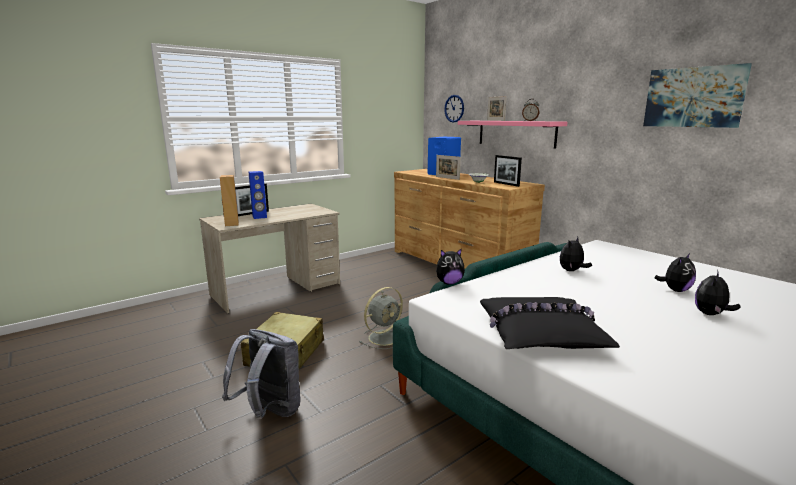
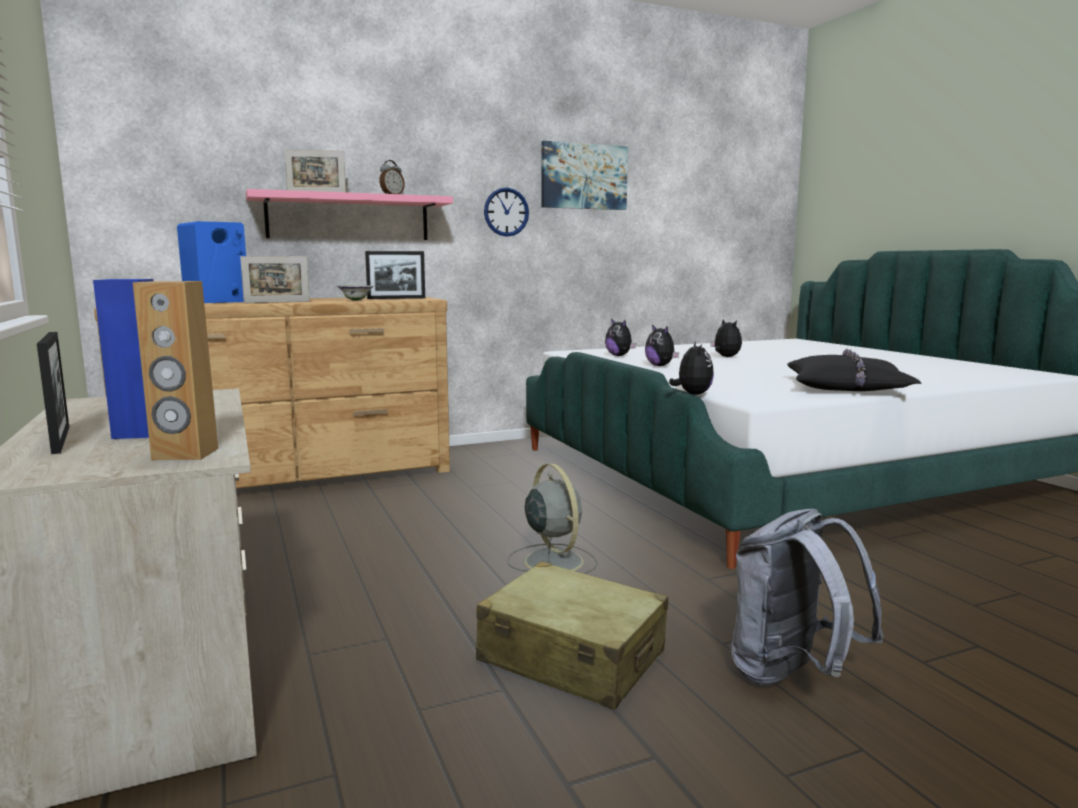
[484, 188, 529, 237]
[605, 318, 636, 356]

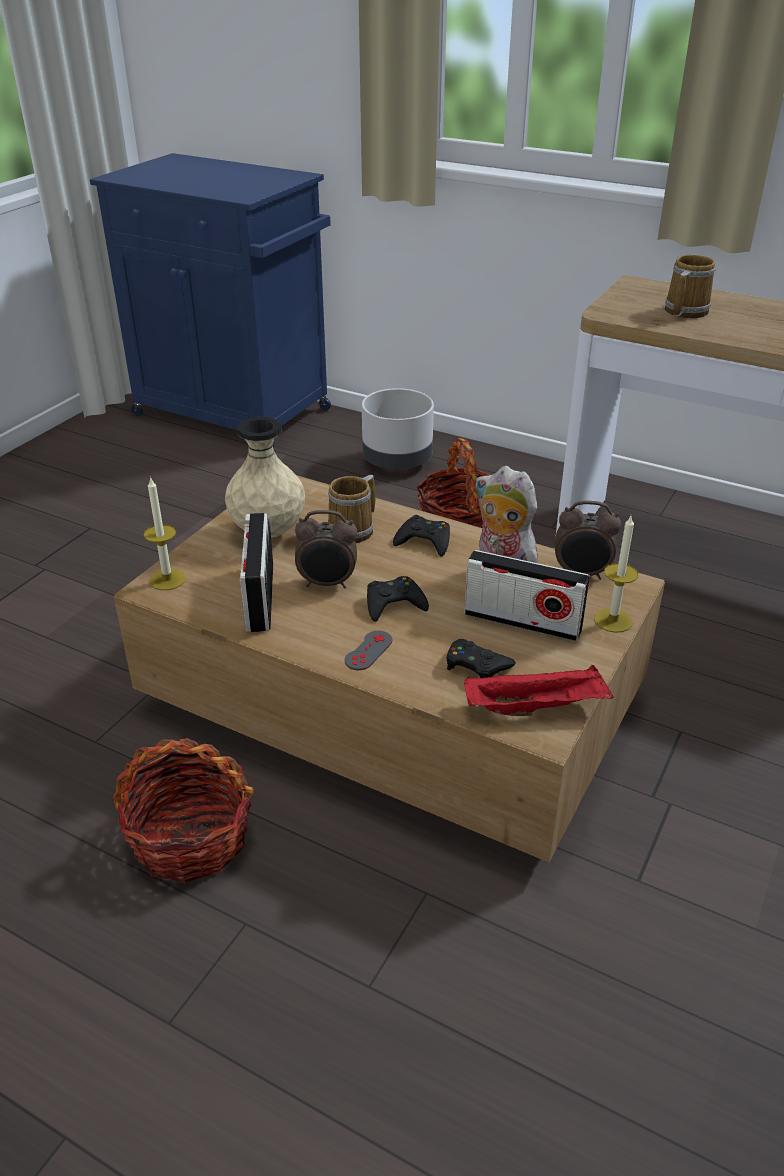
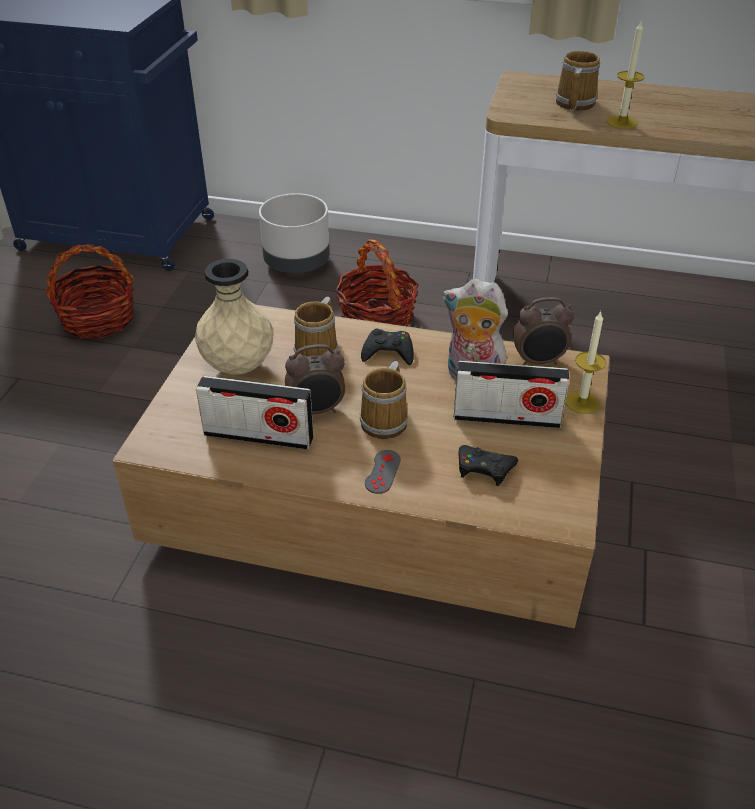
[607, 21, 644, 129]
[196, 376, 313, 450]
[359, 361, 408, 439]
[464, 665, 614, 716] (first image)
[45, 244, 134, 339]

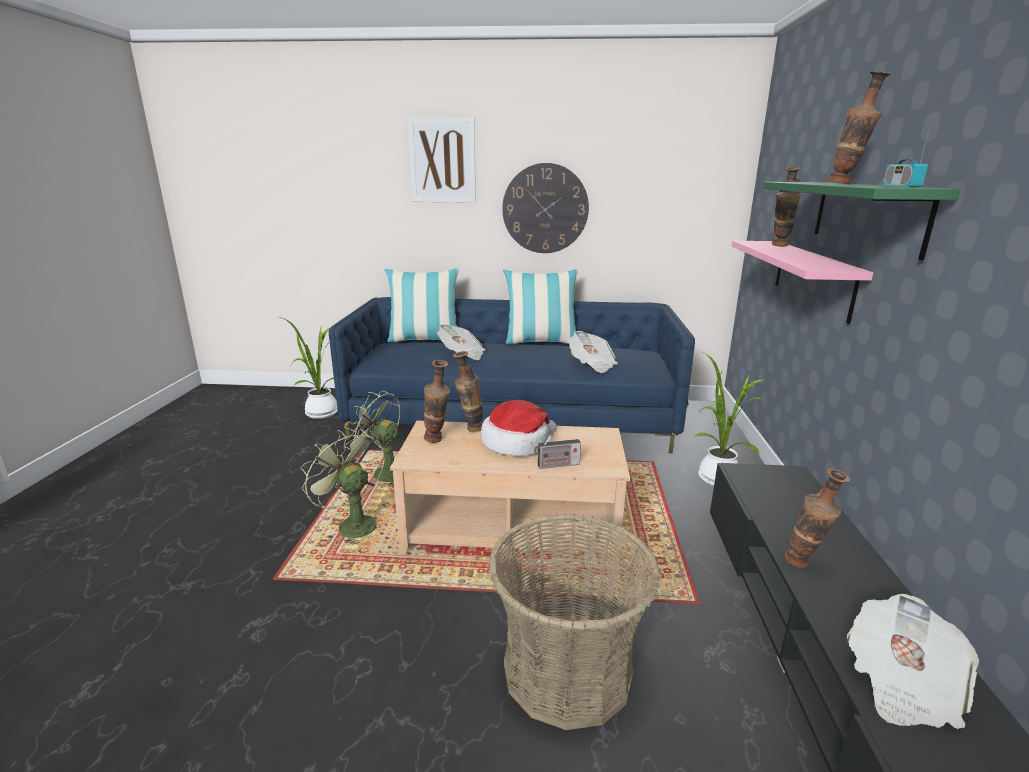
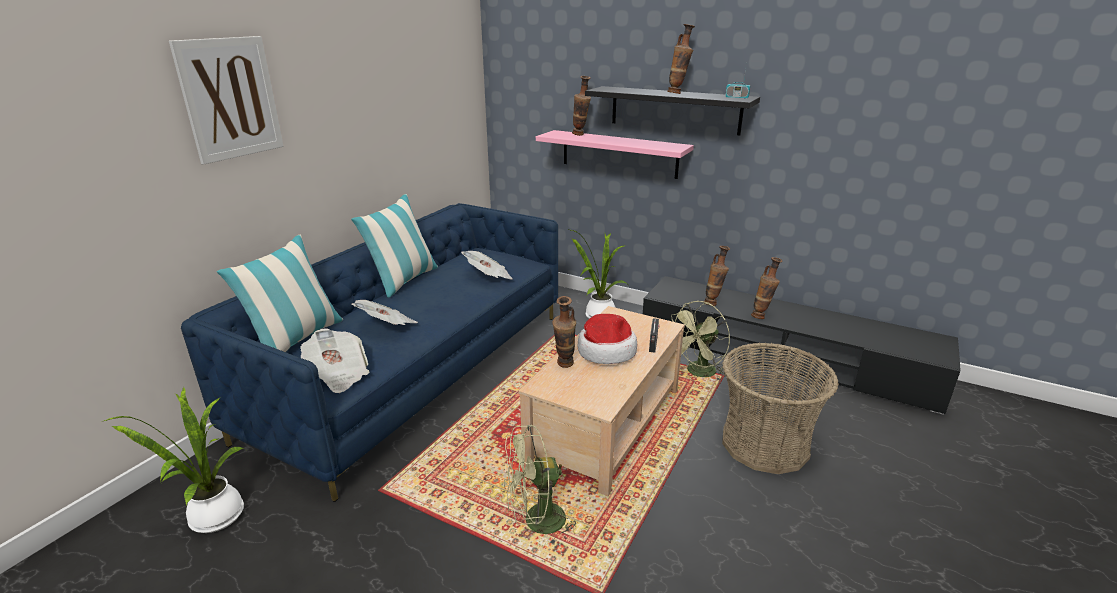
[502, 163, 589, 253] (first image)
[585, 86, 760, 135]
[704, 246, 730, 306]
[671, 301, 730, 380]
[300, 328, 369, 393]

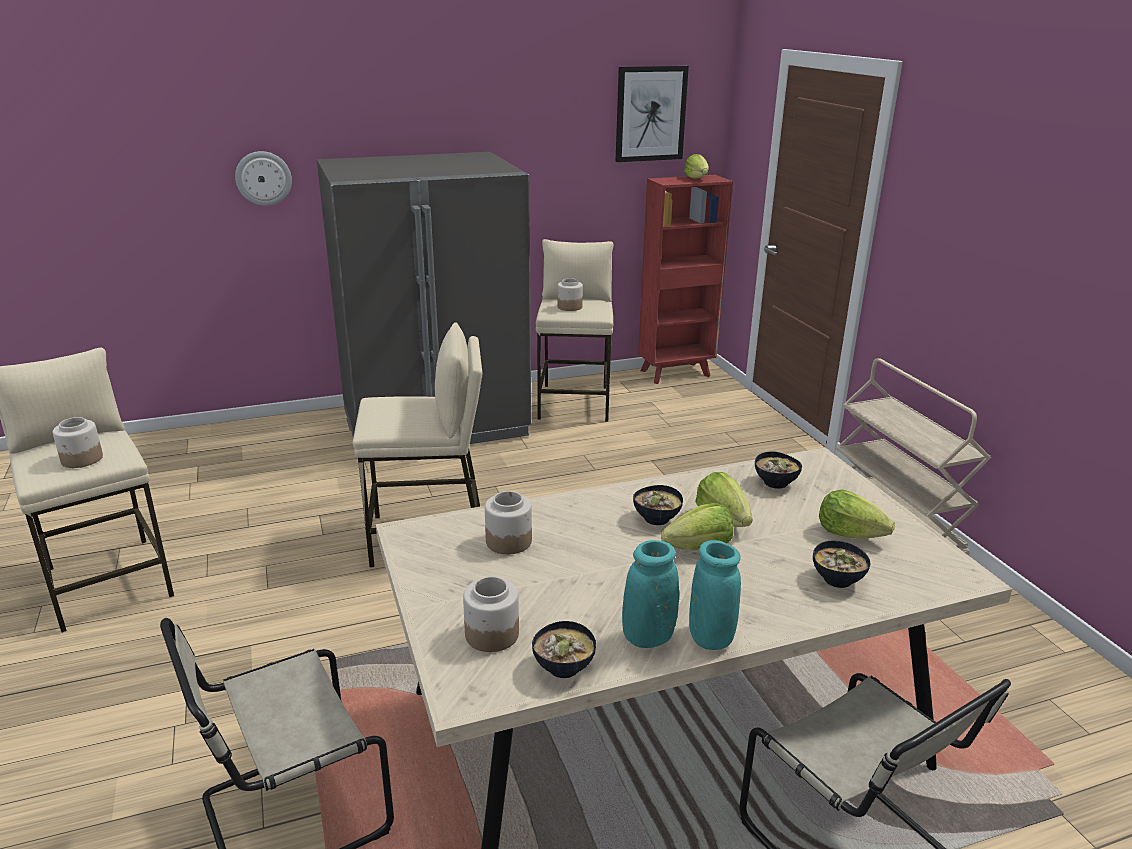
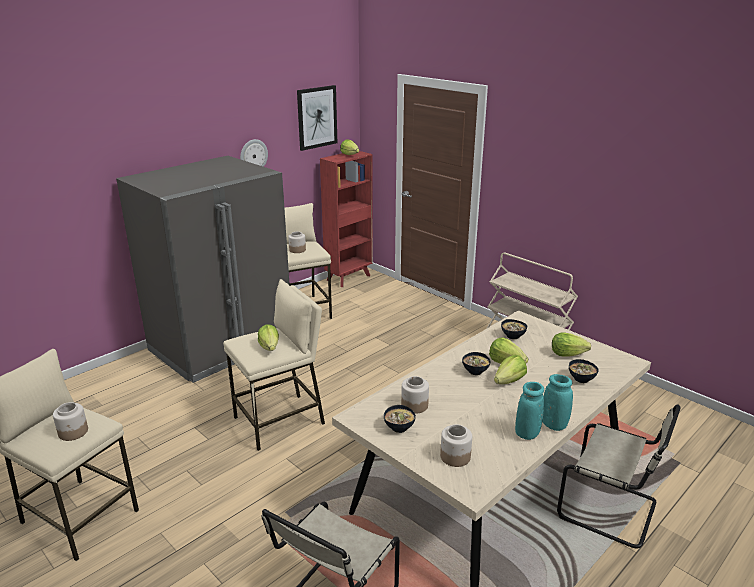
[240, 139, 268, 167]
[384, 405, 416, 433]
[258, 325, 279, 351]

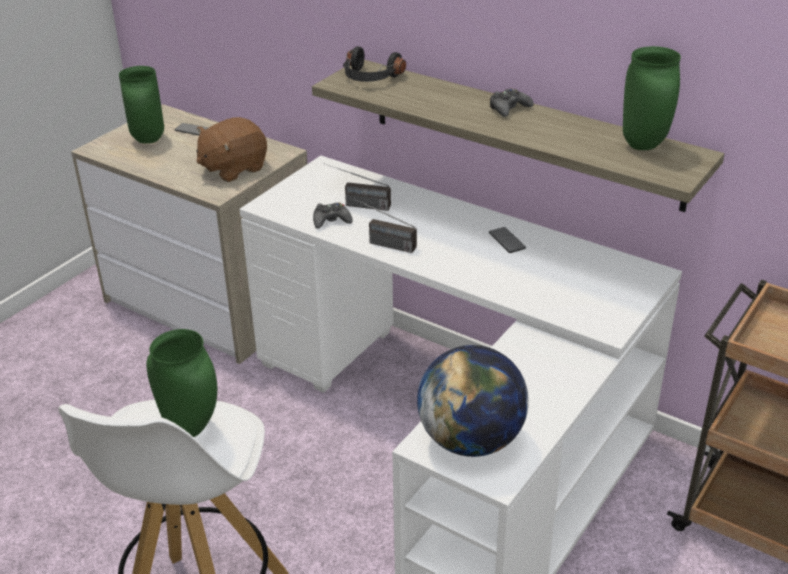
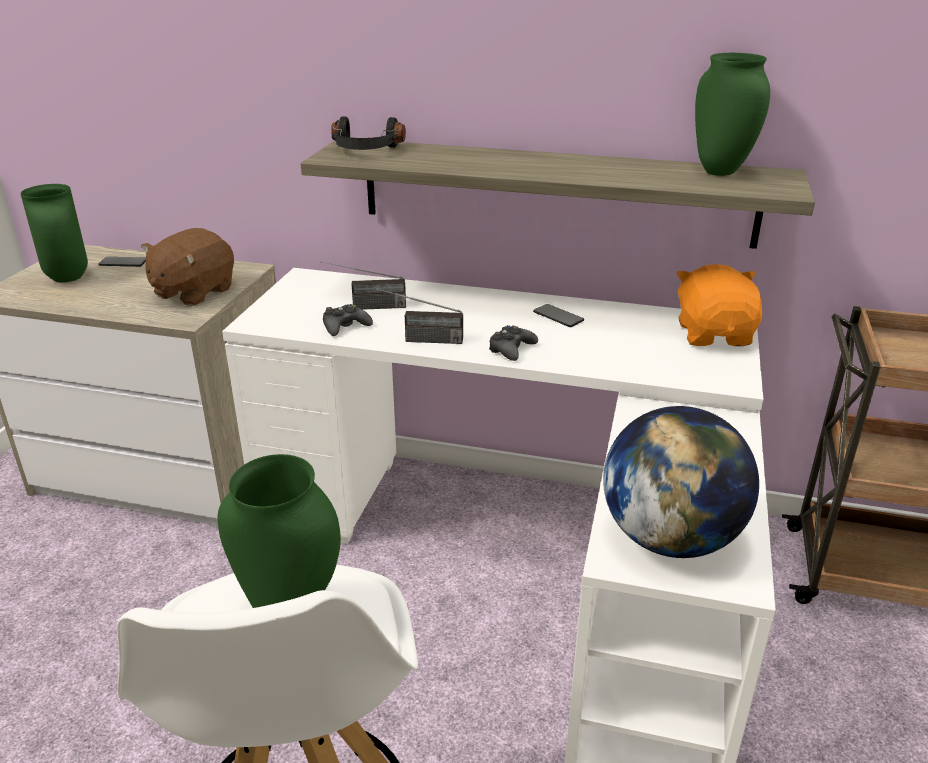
[489, 325, 538, 361]
[676, 264, 762, 346]

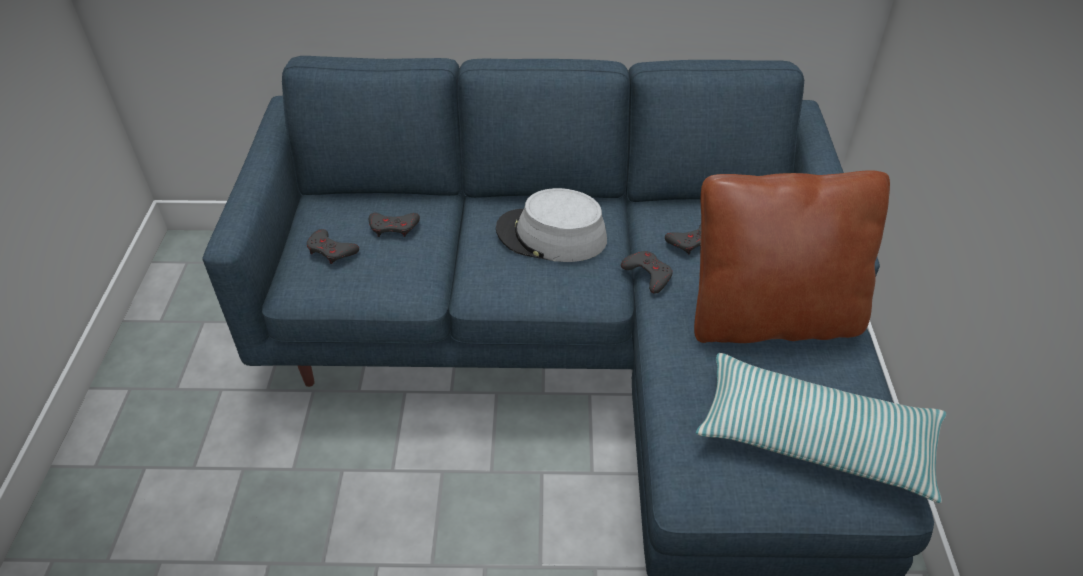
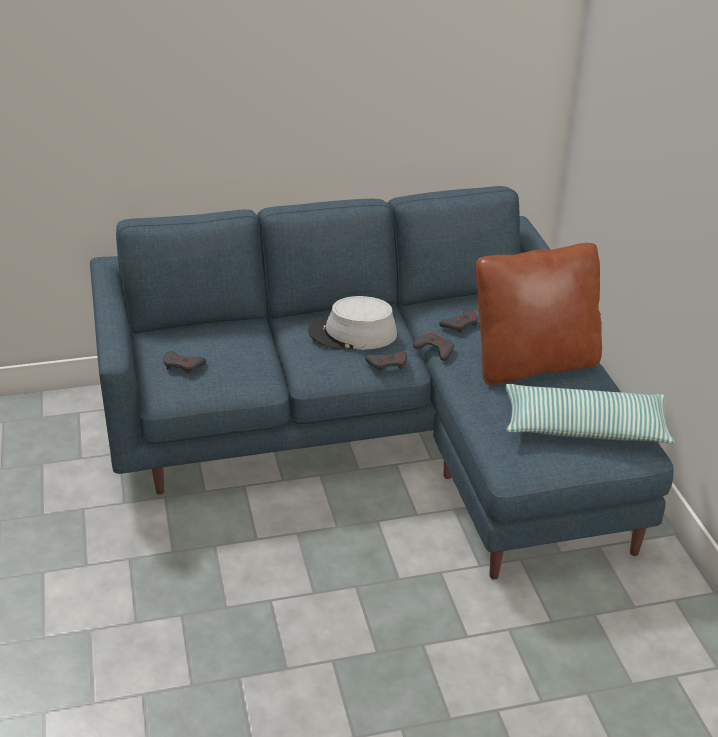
[365, 351, 407, 372]

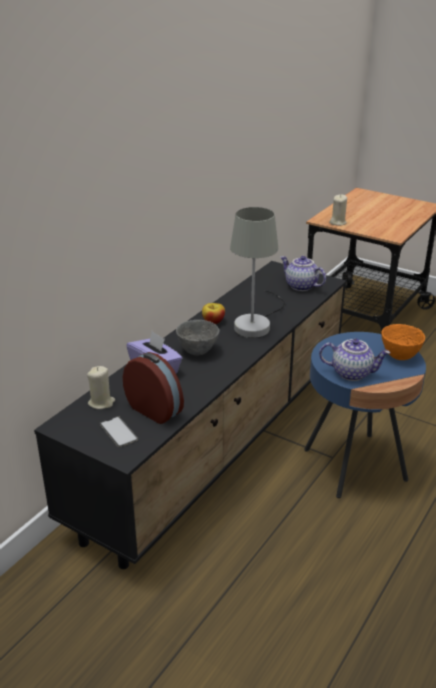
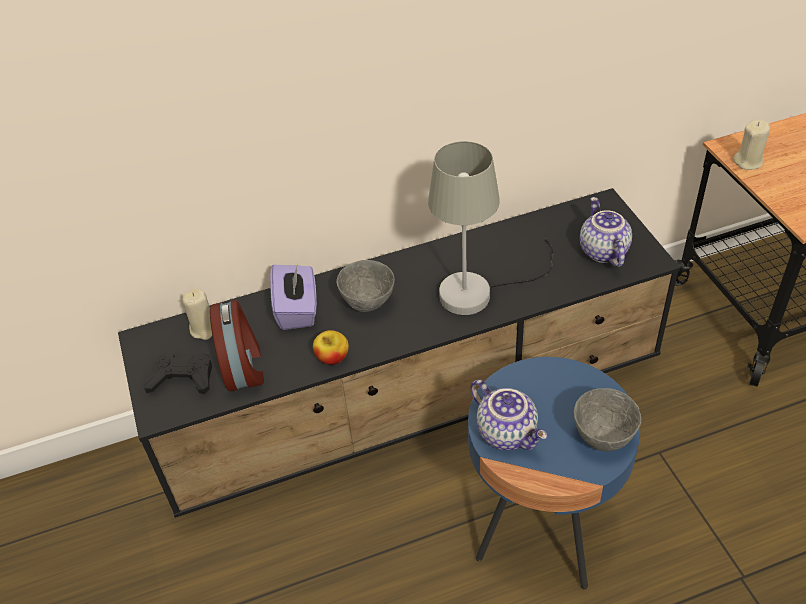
[313, 330, 349, 365]
[574, 388, 641, 451]
[143, 352, 212, 394]

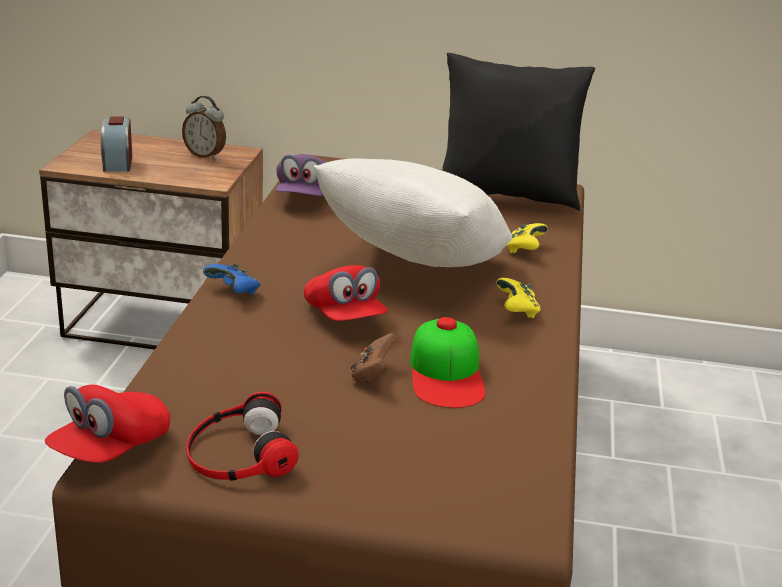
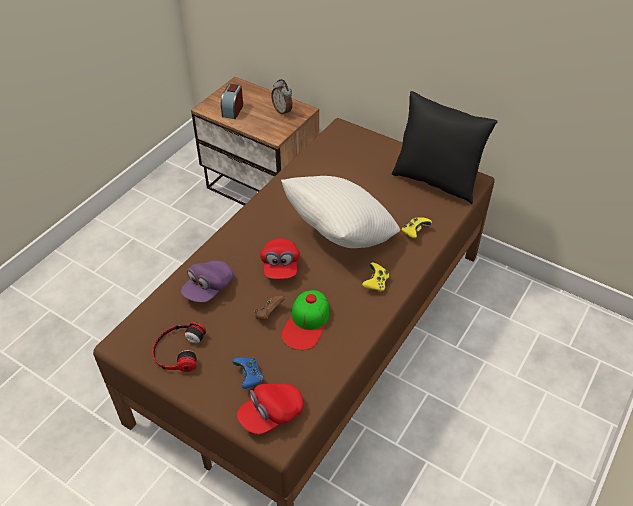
[181, 260, 233, 302]
[232, 357, 264, 389]
[237, 383, 304, 434]

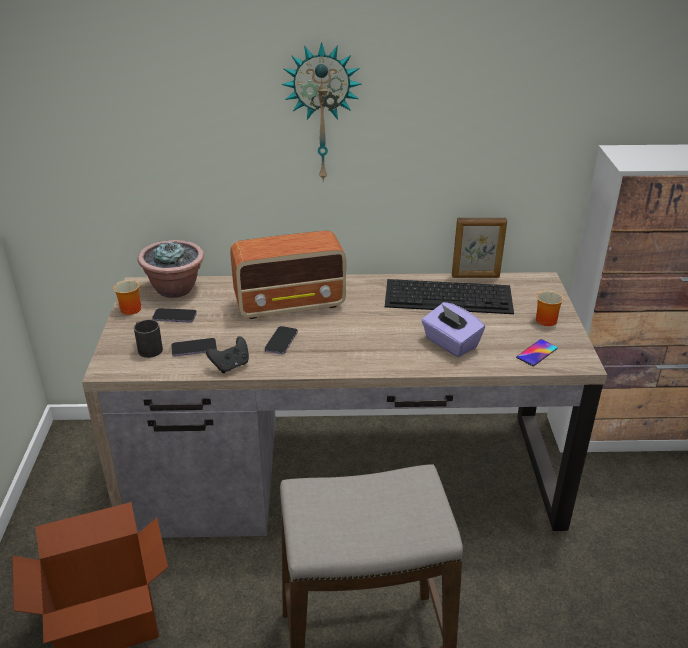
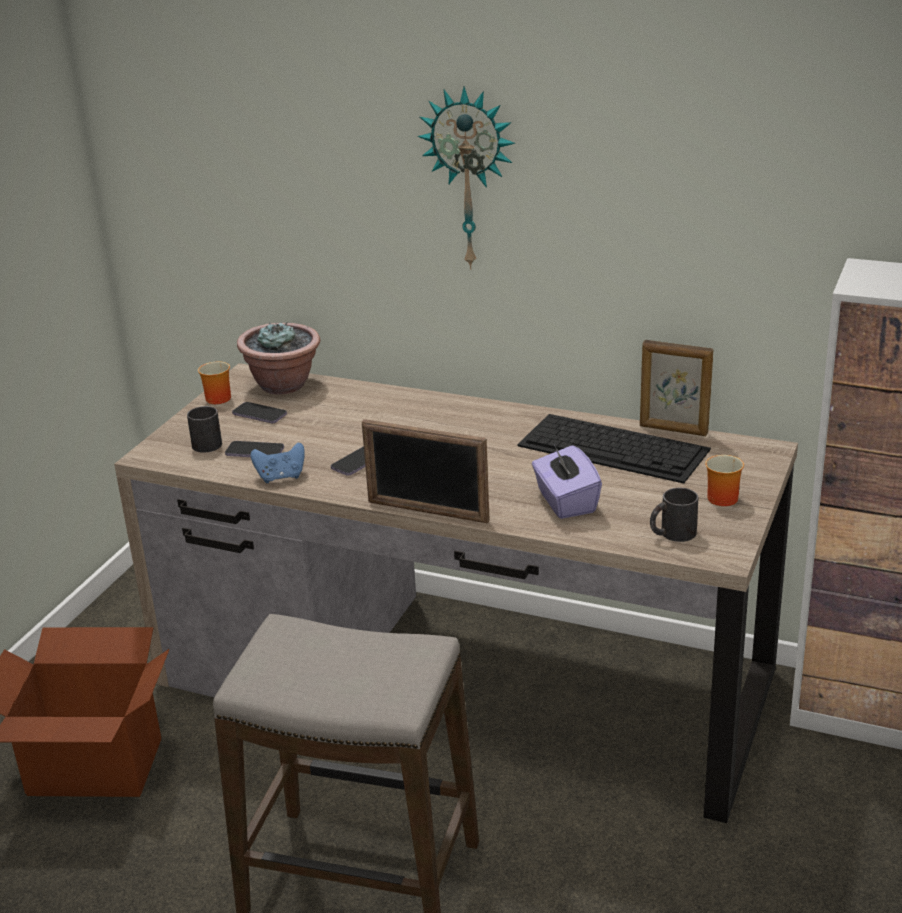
[230, 231, 346, 319] (first image)
[251, 442, 305, 483]
[650, 488, 698, 542]
[362, 419, 490, 523]

